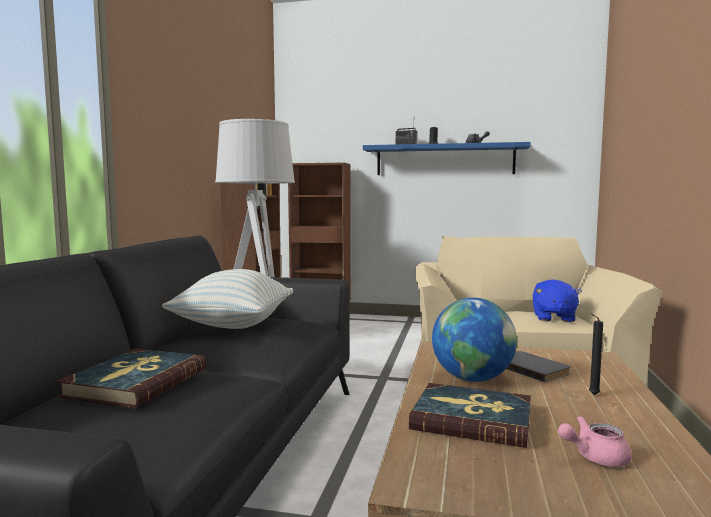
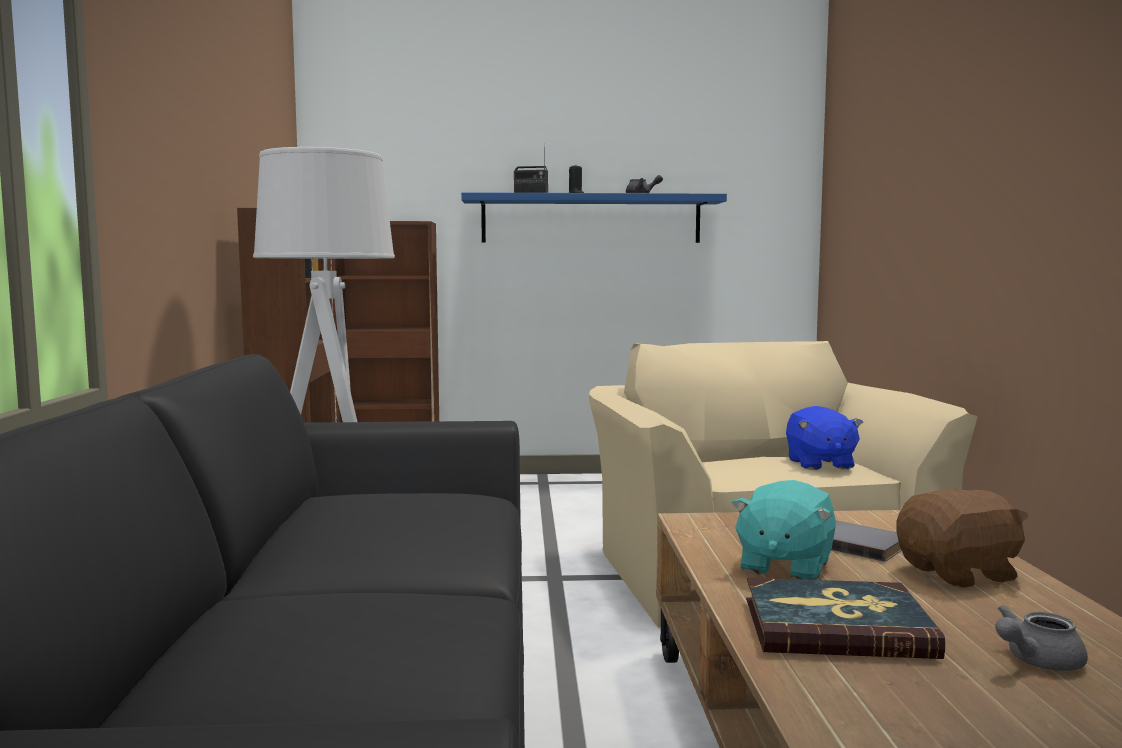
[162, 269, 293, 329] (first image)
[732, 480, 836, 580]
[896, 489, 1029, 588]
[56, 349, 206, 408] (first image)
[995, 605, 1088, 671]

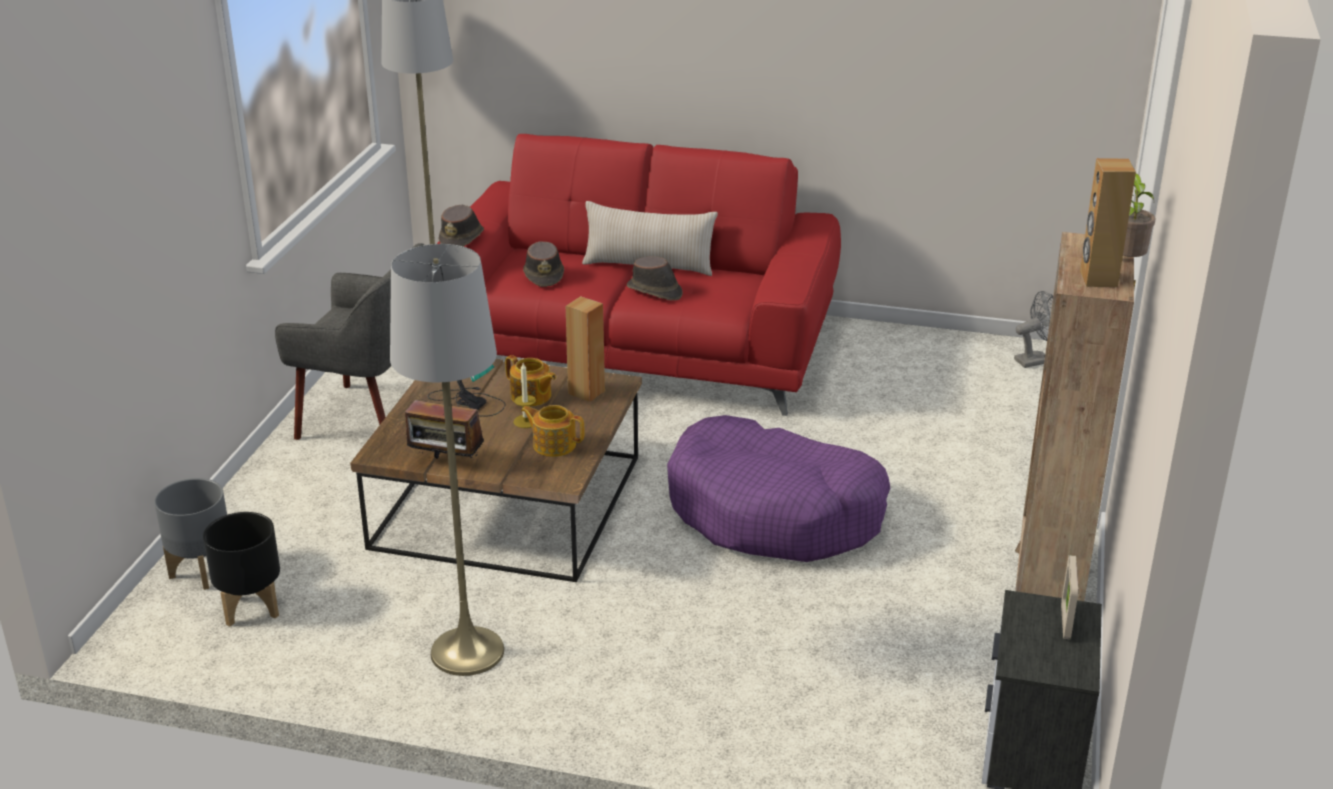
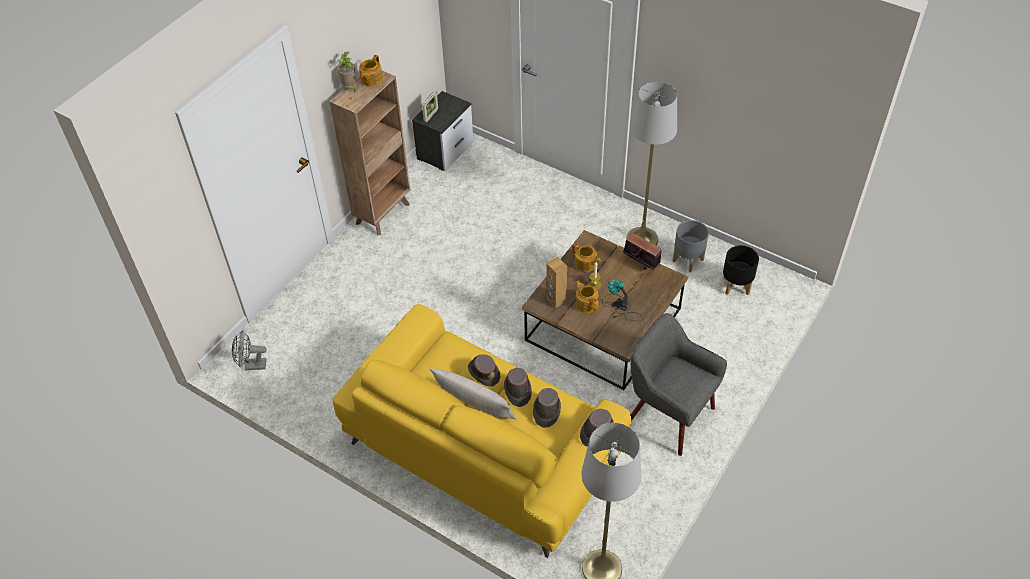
[333, 304, 631, 558]
[359, 55, 383, 87]
[667, 415, 890, 562] (first image)
[673, 220, 709, 272]
[504, 368, 532, 407]

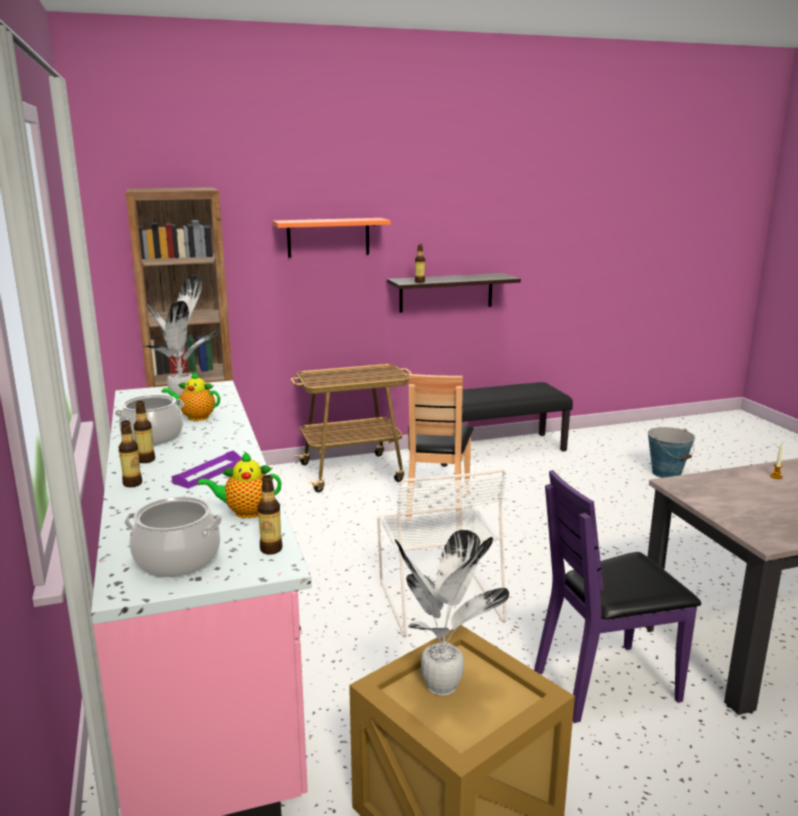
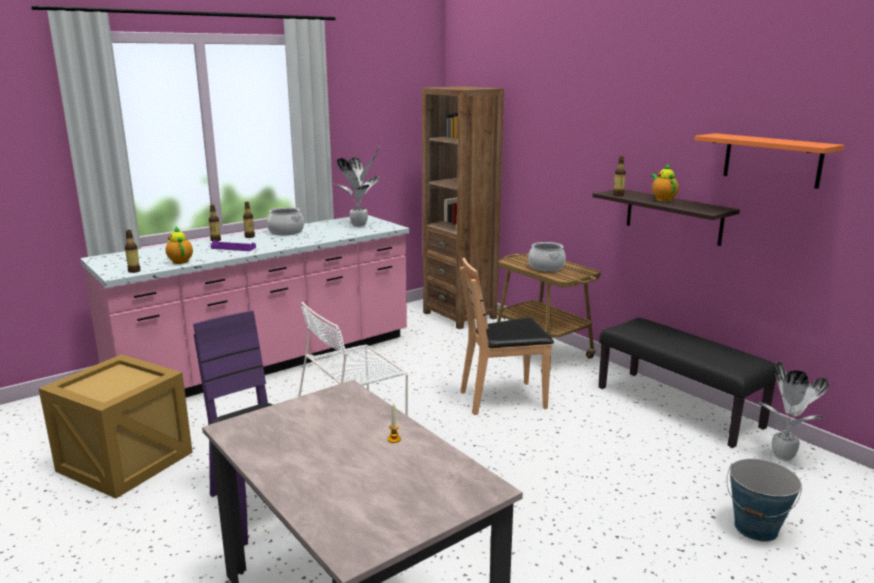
[694, 133, 844, 189]
[651, 163, 679, 201]
[528, 242, 566, 272]
[755, 361, 829, 461]

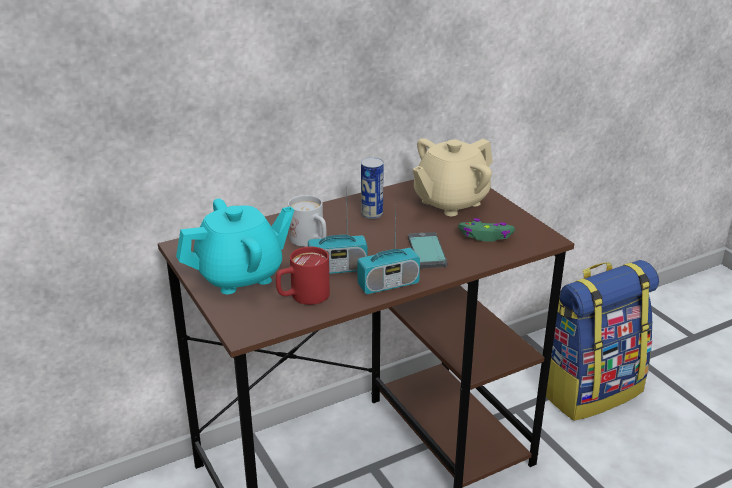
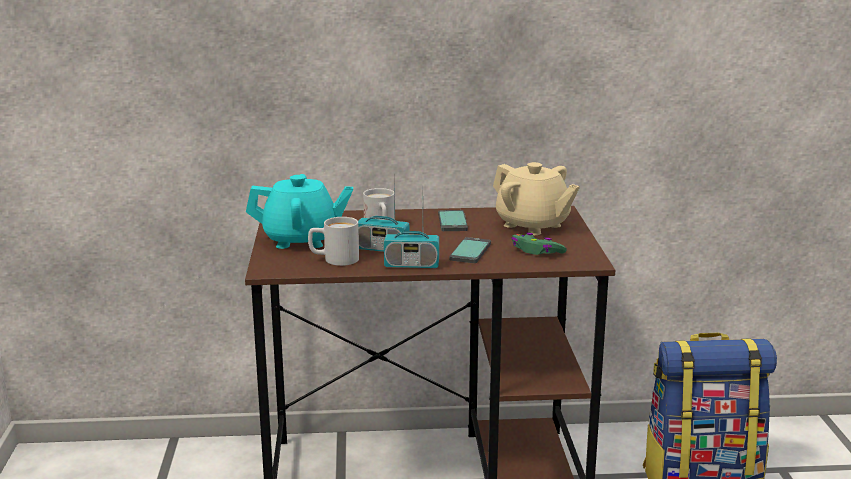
[493, 162, 580, 235]
[438, 210, 468, 231]
[308, 217, 359, 266]

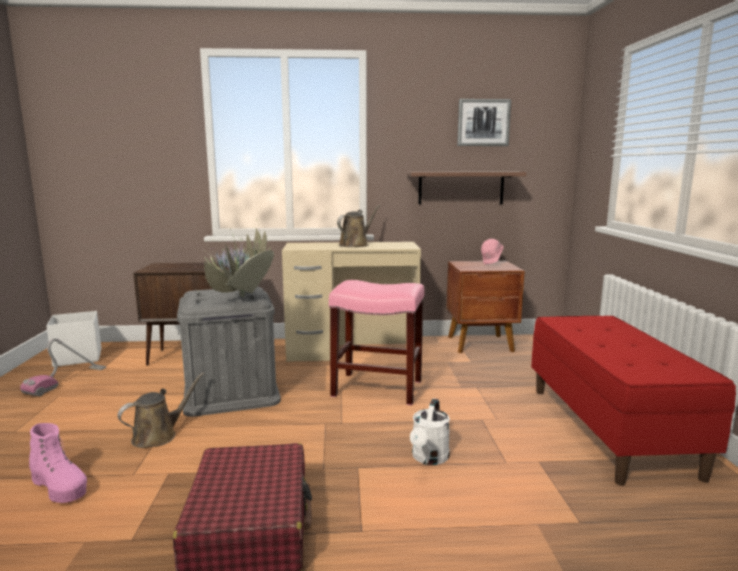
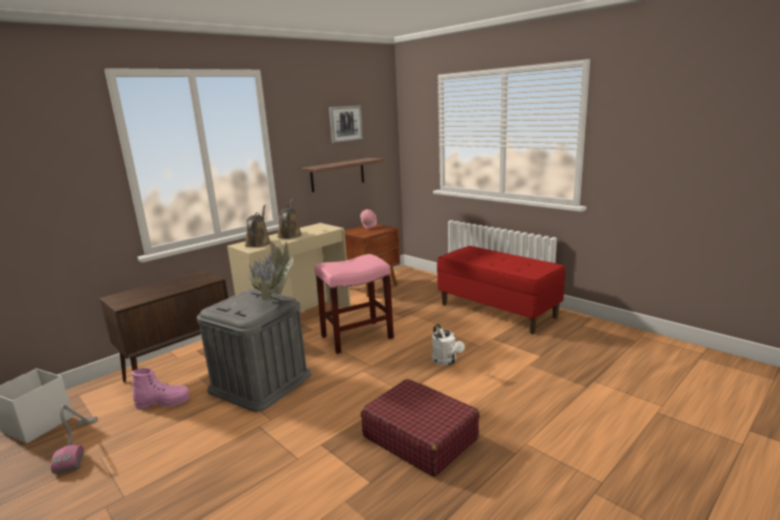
[245, 205, 270, 248]
[132, 368, 189, 409]

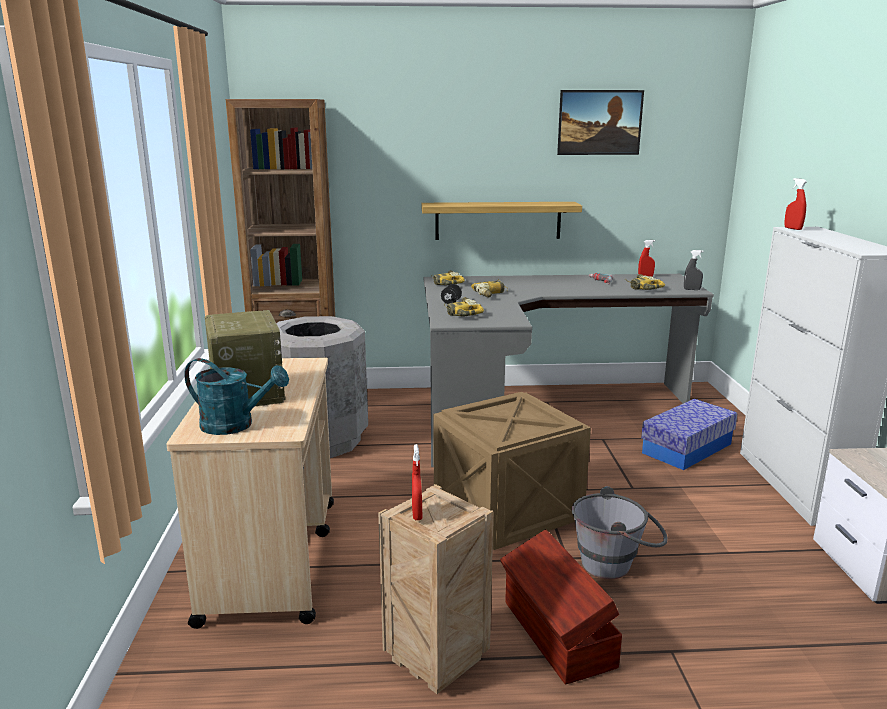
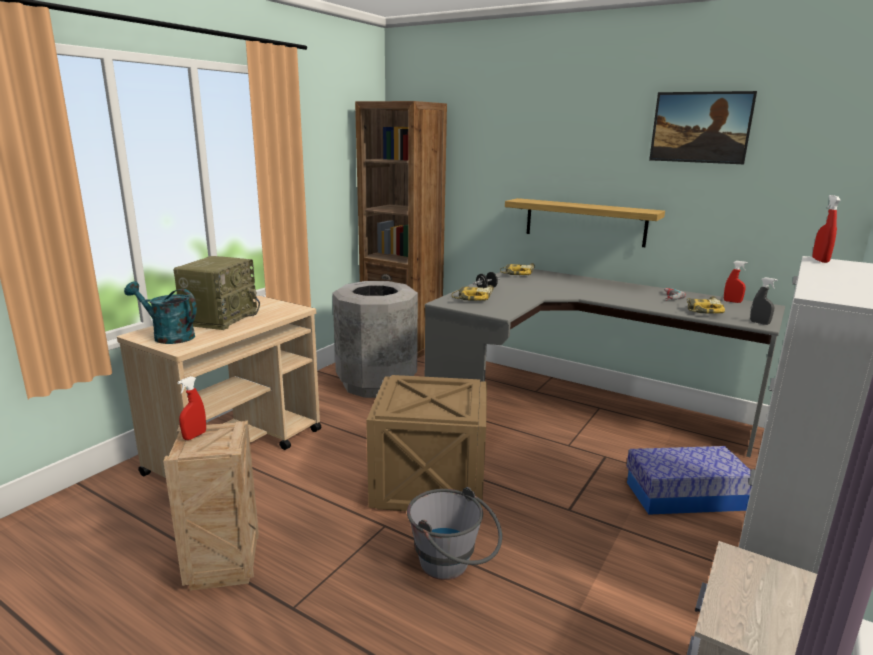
[471, 279, 508, 297] (first image)
[124, 281, 197, 344]
[500, 529, 622, 685] (first image)

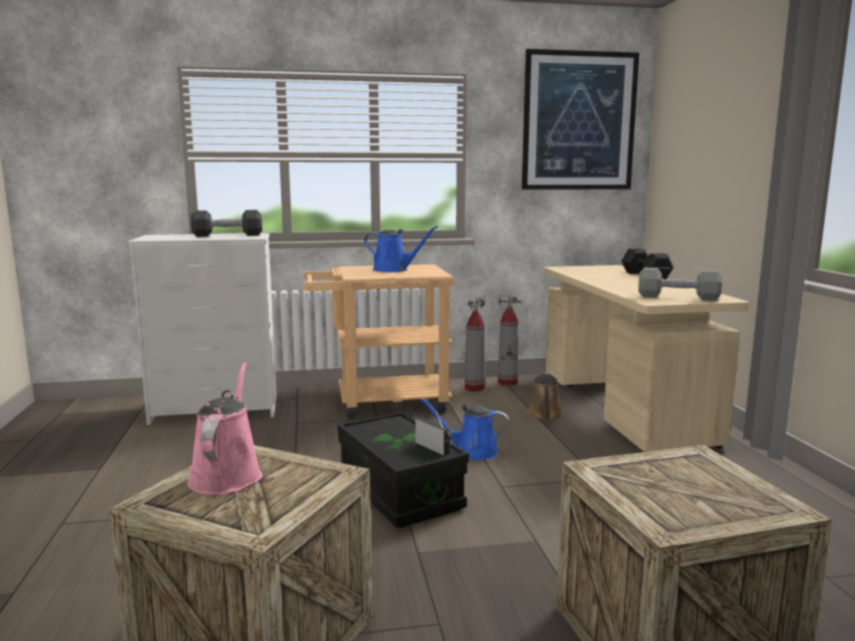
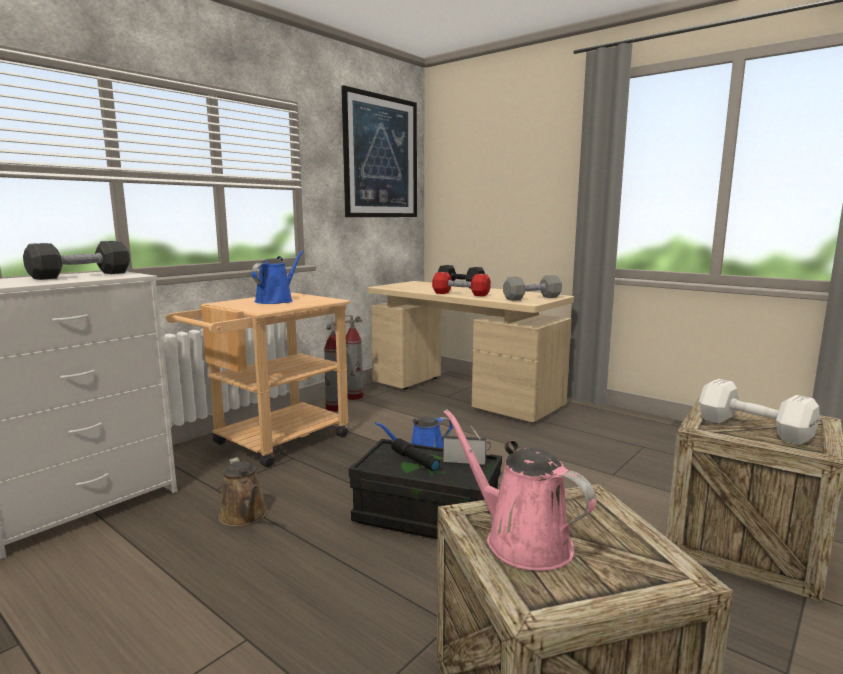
[251, 250, 304, 304]
[218, 457, 267, 527]
[432, 272, 491, 297]
[699, 379, 820, 445]
[391, 438, 440, 471]

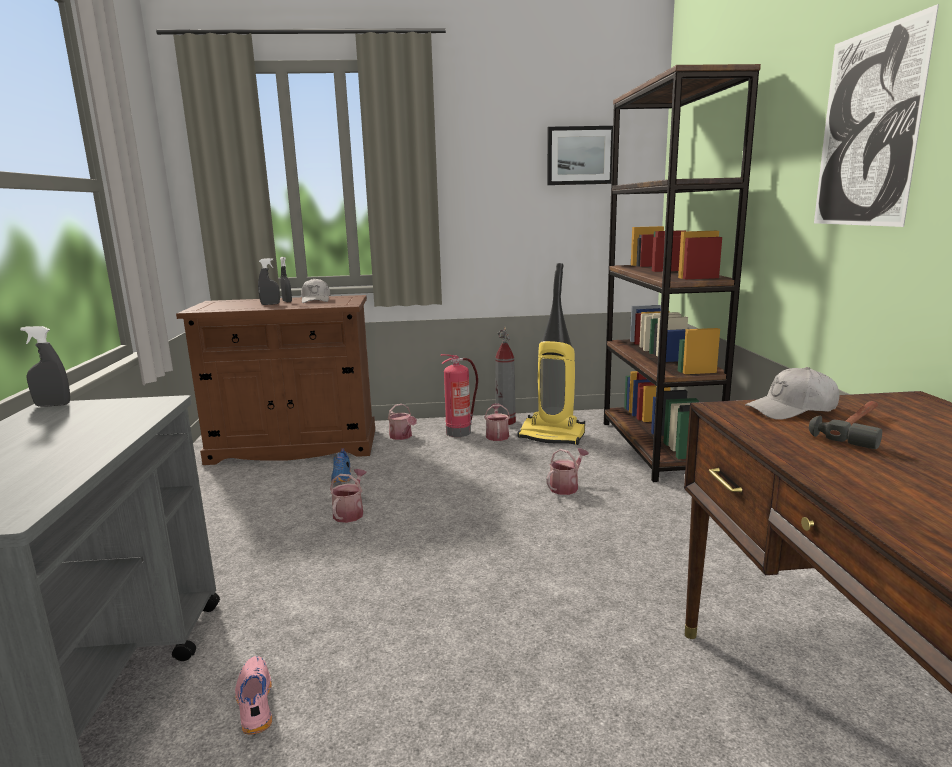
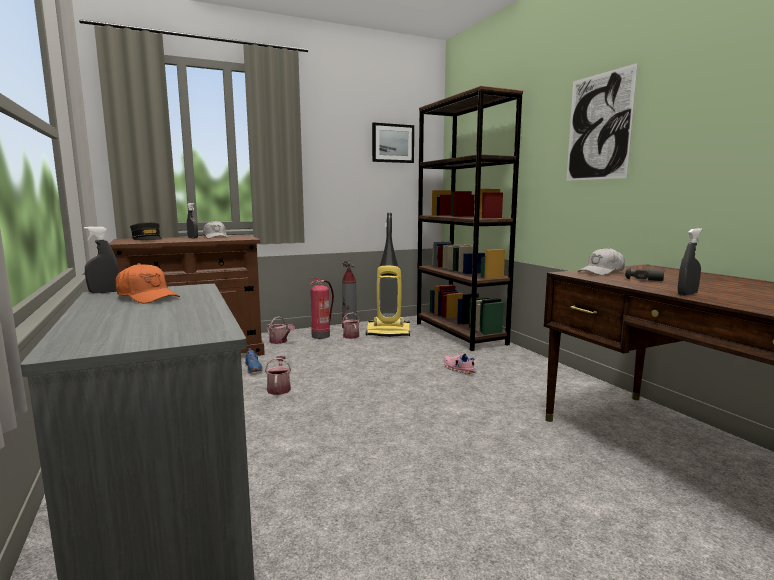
[678, 228, 703, 296]
[546, 448, 589, 495] (first image)
[444, 353, 476, 374]
[130, 222, 162, 240]
[115, 263, 180, 304]

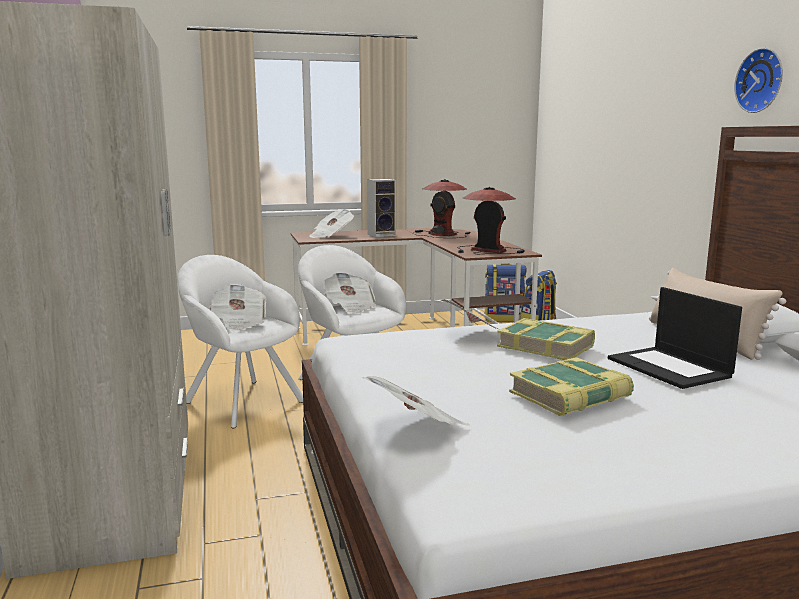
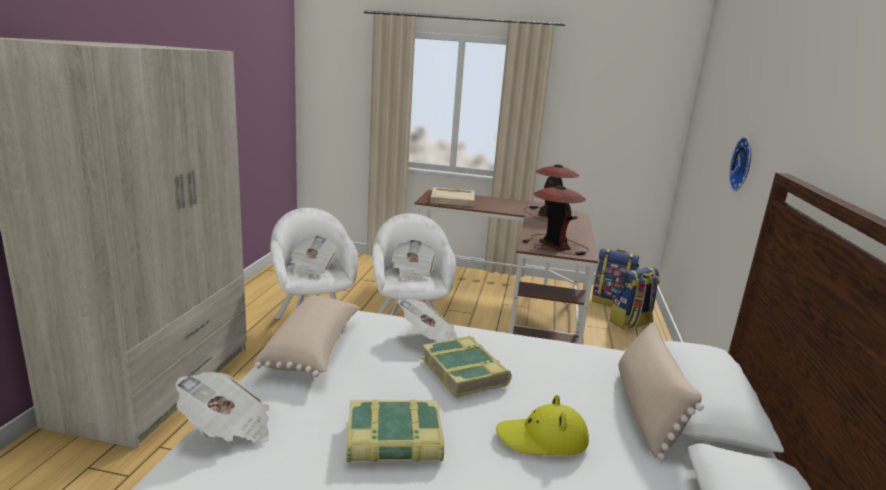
[729, 137, 751, 191]
[367, 179, 396, 237] (first image)
[430, 187, 475, 206]
[496, 395, 589, 456]
[255, 296, 360, 377]

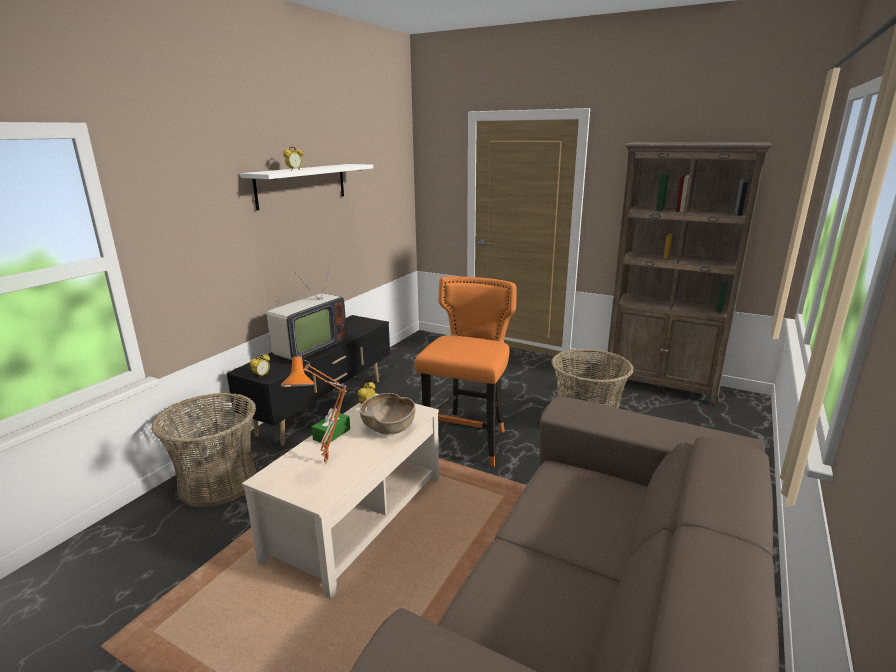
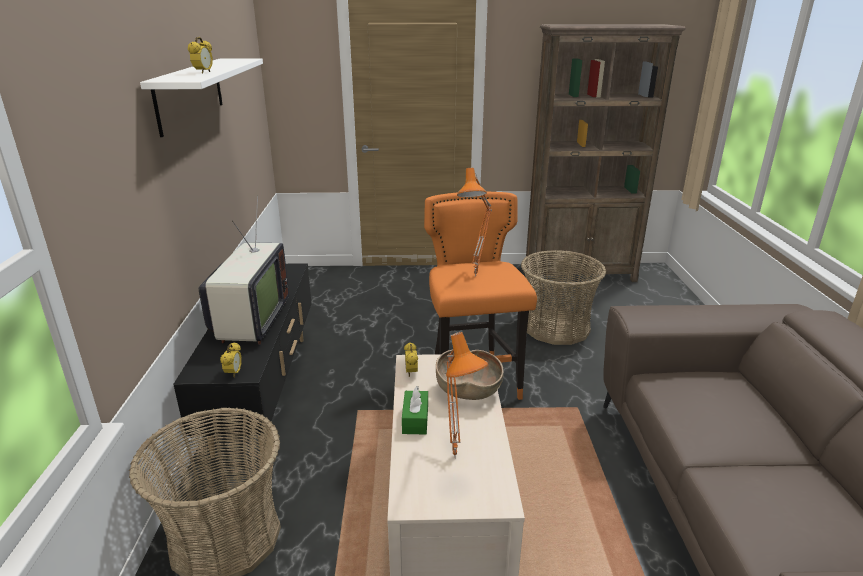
[457, 168, 492, 277]

